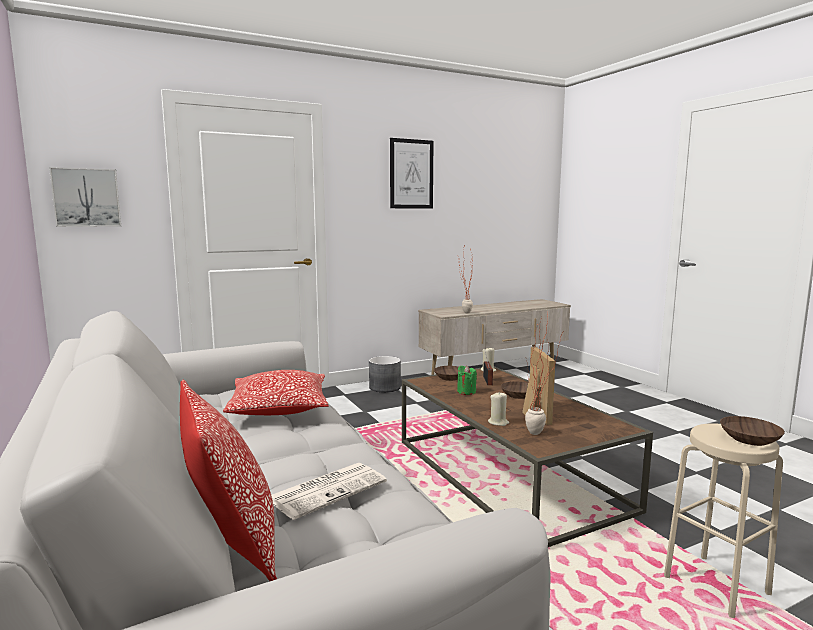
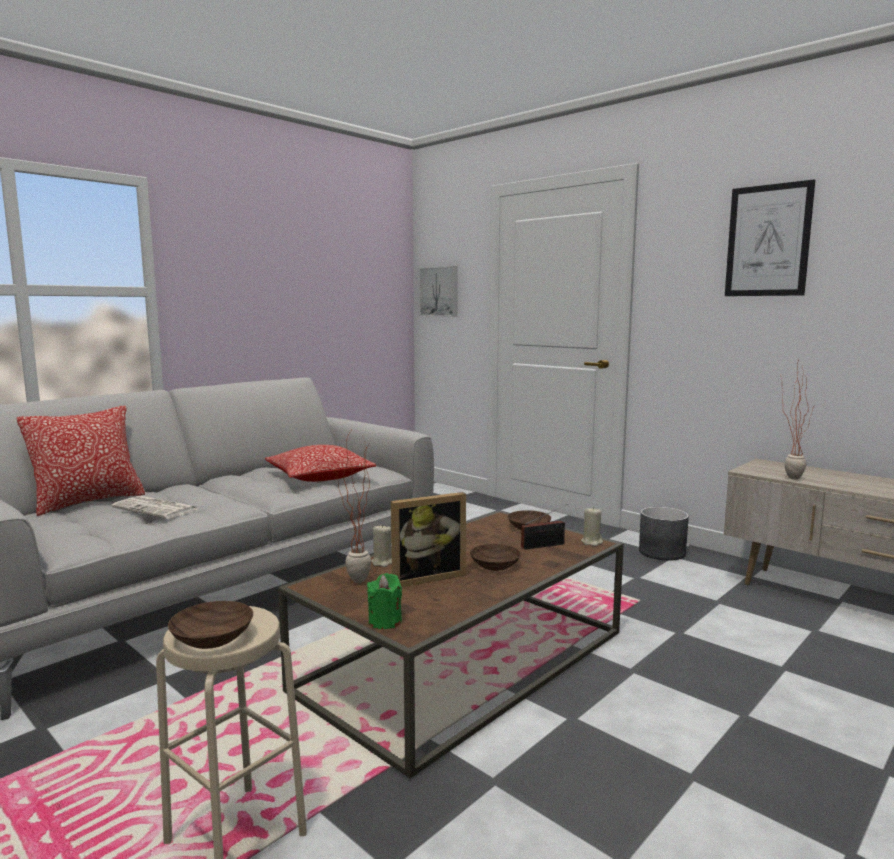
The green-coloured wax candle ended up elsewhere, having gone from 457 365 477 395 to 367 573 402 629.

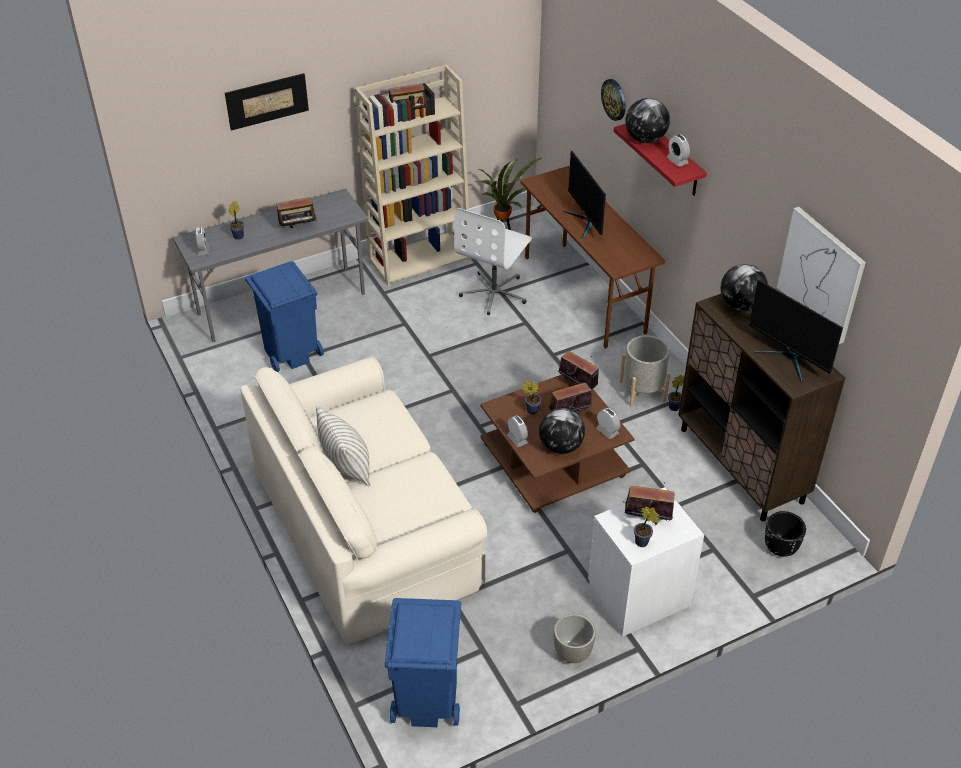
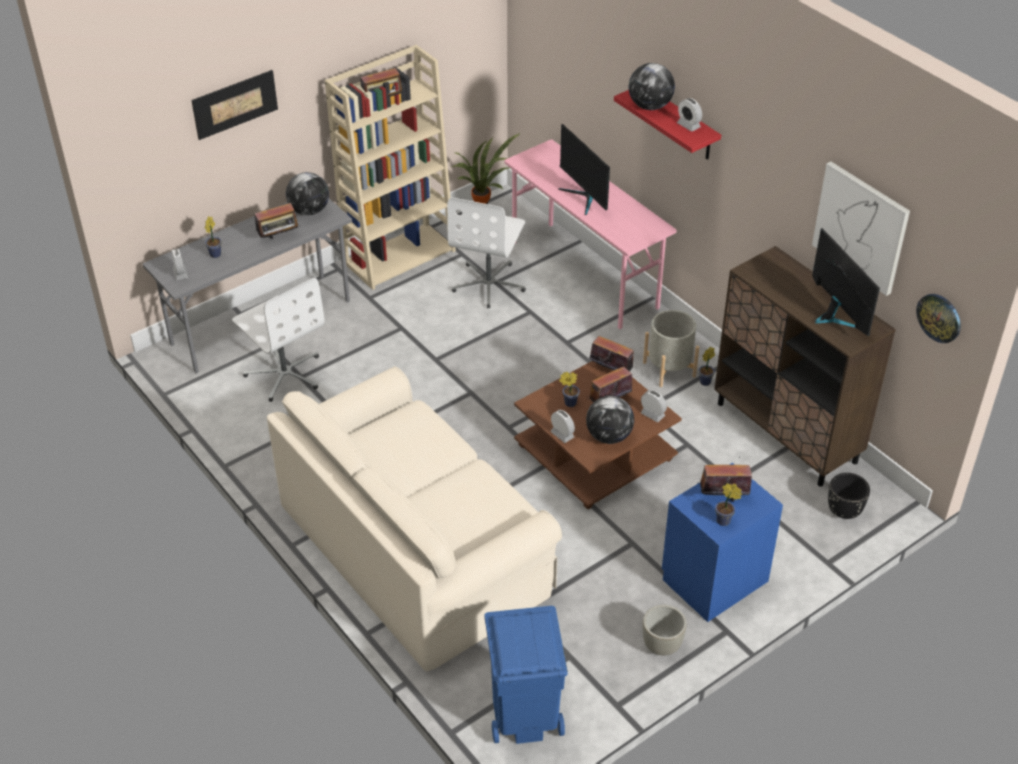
The second view lost the cushion at 316 406 371 487.
The clock on the wall ended up elsewhere, having gone from 601 79 626 121 to 916 294 961 343.
The world globe ended up elsewhere, having gone from 721 264 768 311 to 286 172 329 215.
Where the blue-coloured waste bin stood at 245 261 324 372, the whitish desk chair came to stand at 232 278 325 402.
What was the brownish desk unit at 521 166 665 349 turned into the pinkish desk unit at 504 139 677 329.
What was the whitish night table at 588 487 704 637 turned into the blue-coloured night table at 662 463 783 622.
The computer screen at 748 280 843 381 ended up facing another way, 150 degrees counterclockwise from before.

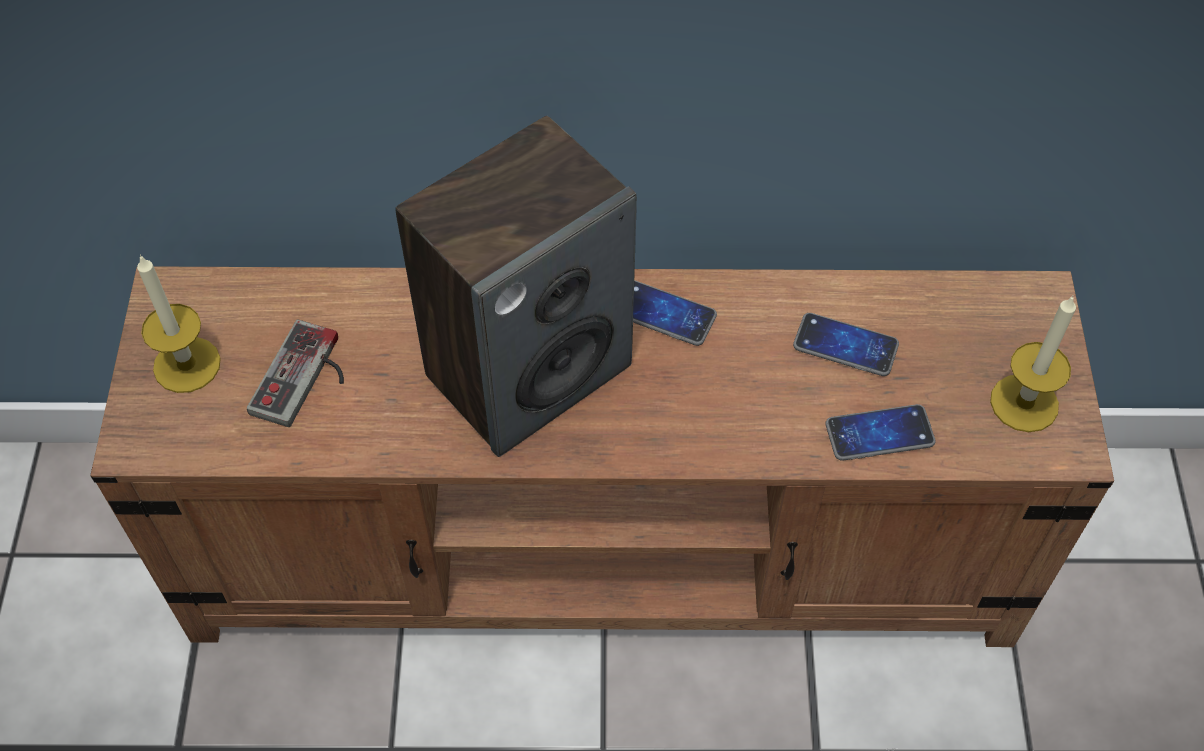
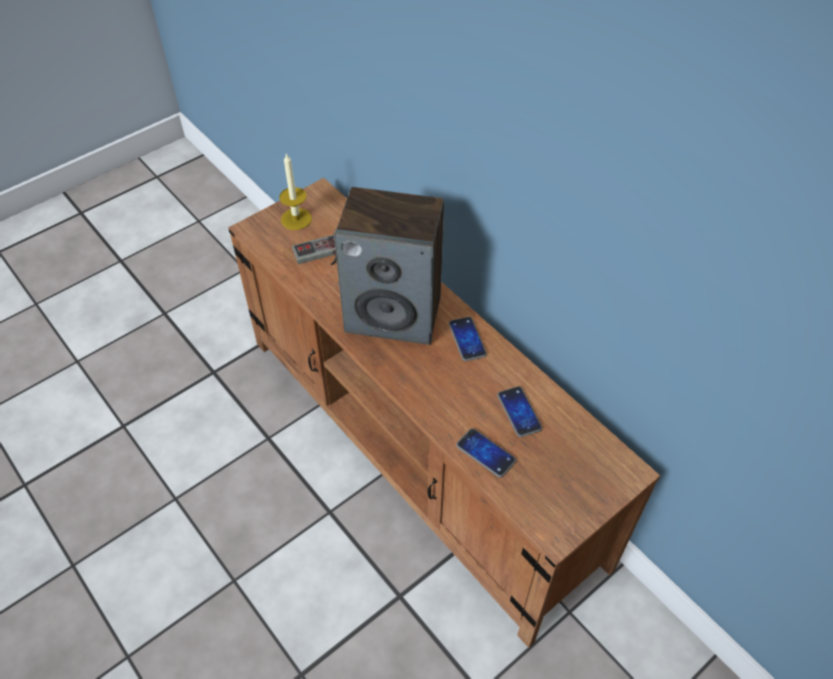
The second view lost the wax candle at 990 295 1076 432.

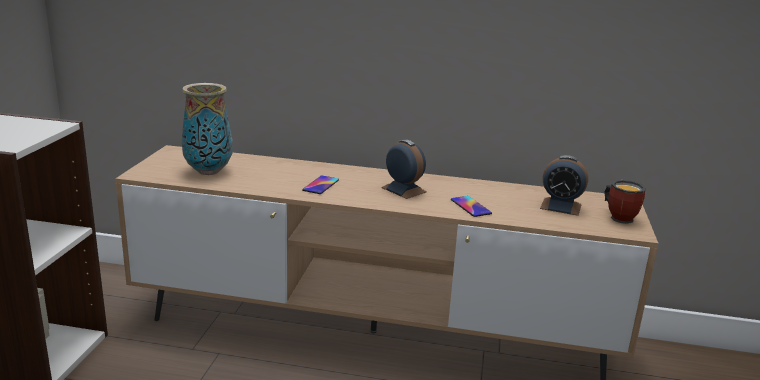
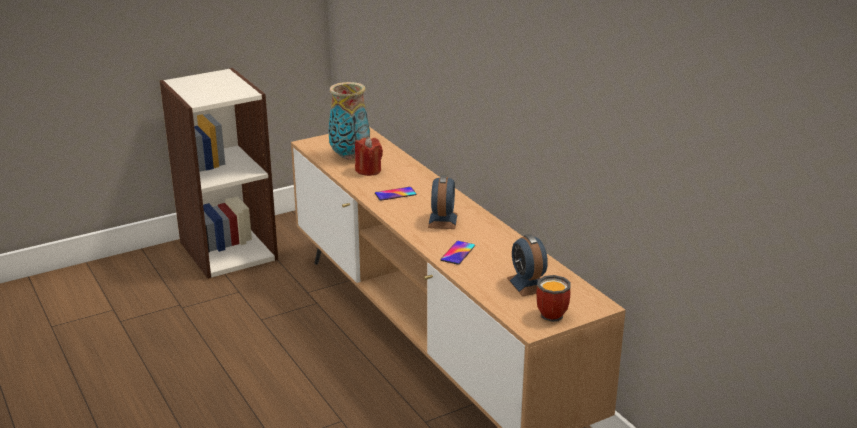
The second view gained the red wax candle at 355 137 383 176.

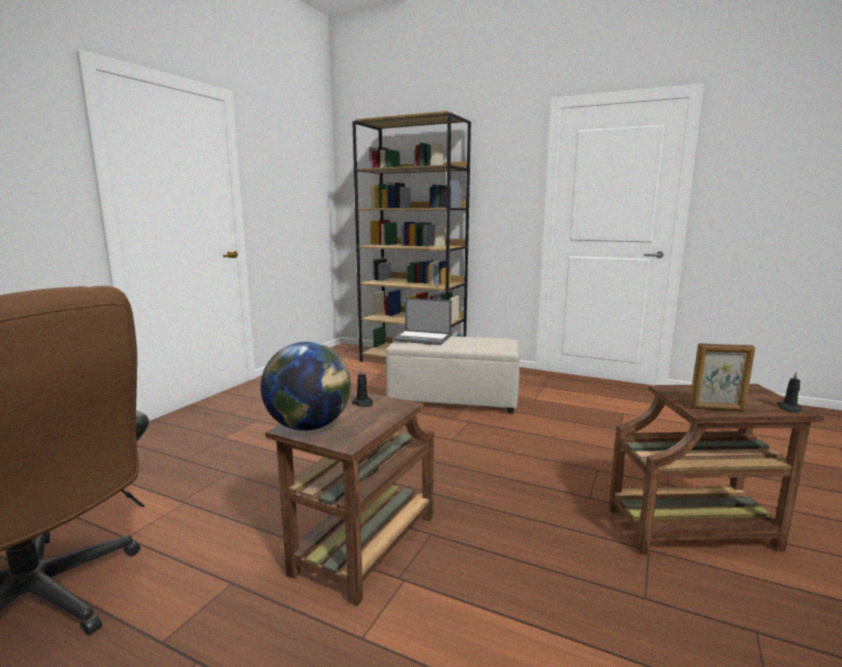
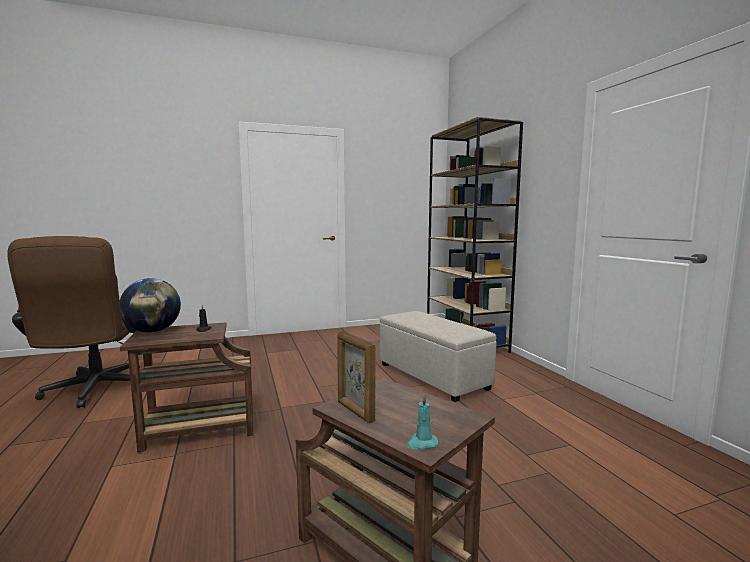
The second view lost the portable computer at 392 298 452 345.
What was the blackish wax candle at 777 371 802 413 turned into the turquoise-coloured wax candle at 406 394 439 450.

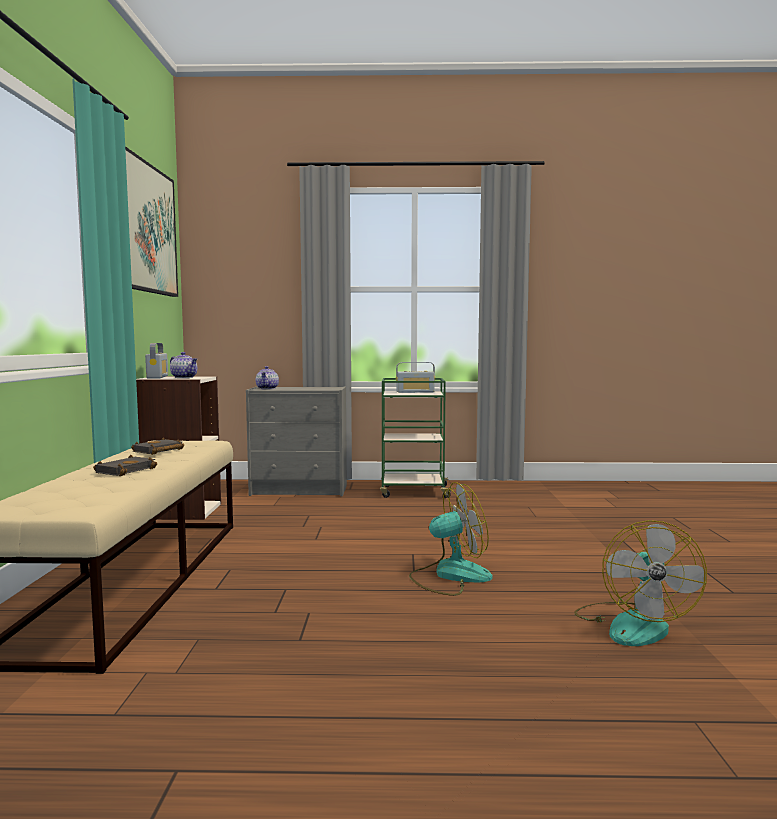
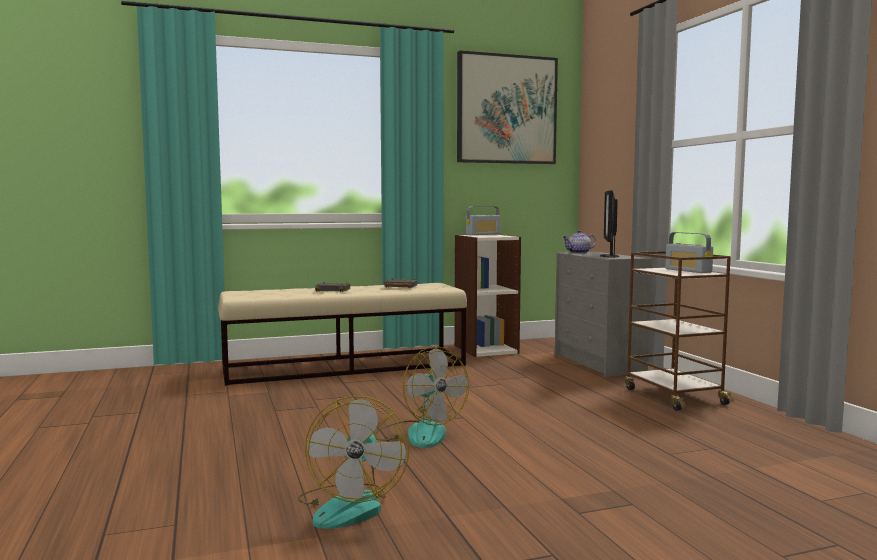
The second view lost the tea pot at 170 352 197 378.
The second view gained the computer screen at 600 190 619 258.
What was the green-coloured wheeled cart at 380 378 454 498 turned into the brownish wheeled cart at 625 251 734 411.
The fan at 574 520 707 646 ended up facing another way, 75 degrees counterclockwise from before.

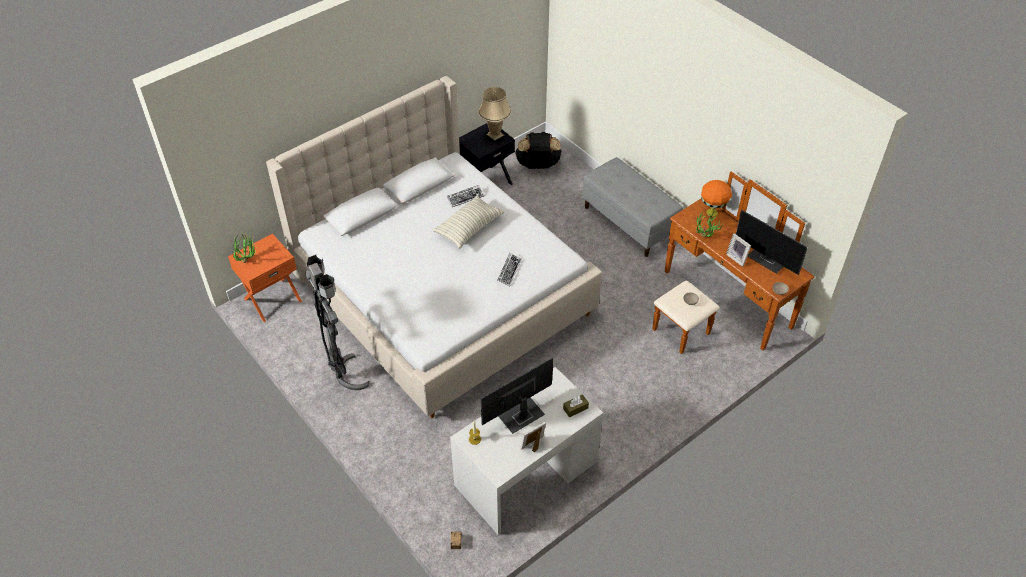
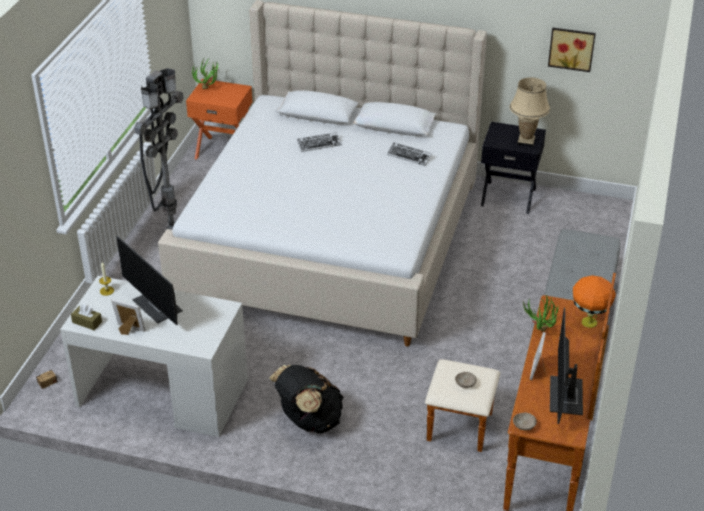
The second view lost the cushion at 433 195 504 249.
The second view gained the picture at 548 28 596 72.
The computer keyboard ended up elsewhere, having gone from 498 253 521 286 to 297 132 342 152.
The blackish knapsack ended up elsewhere, having gone from 515 132 562 169 to 269 365 344 433.
The brownish tissue holder ended up elsewhere, having gone from 563 394 589 417 to 71 304 102 330.
The computer screen at 481 358 553 434 ended up facing another way, 150 degrees counterclockwise from before.

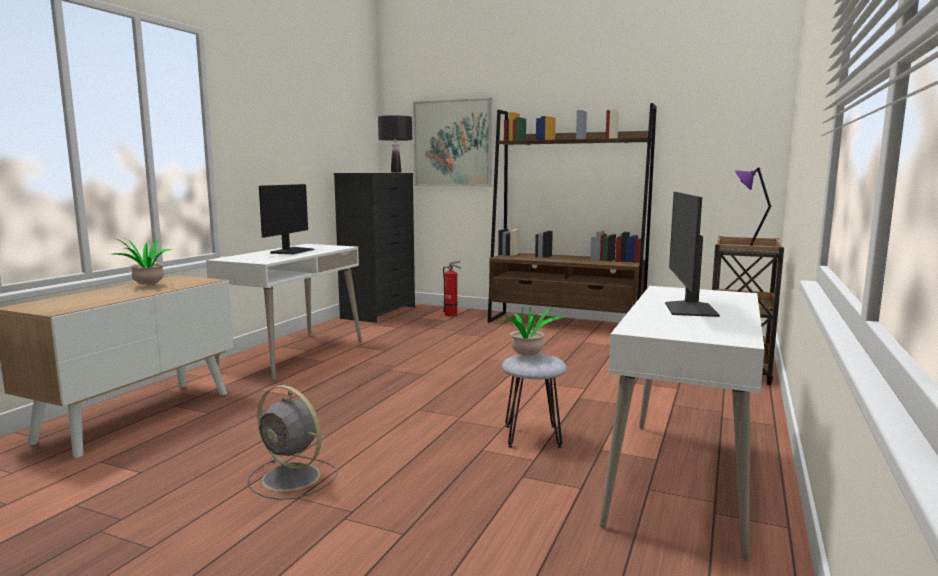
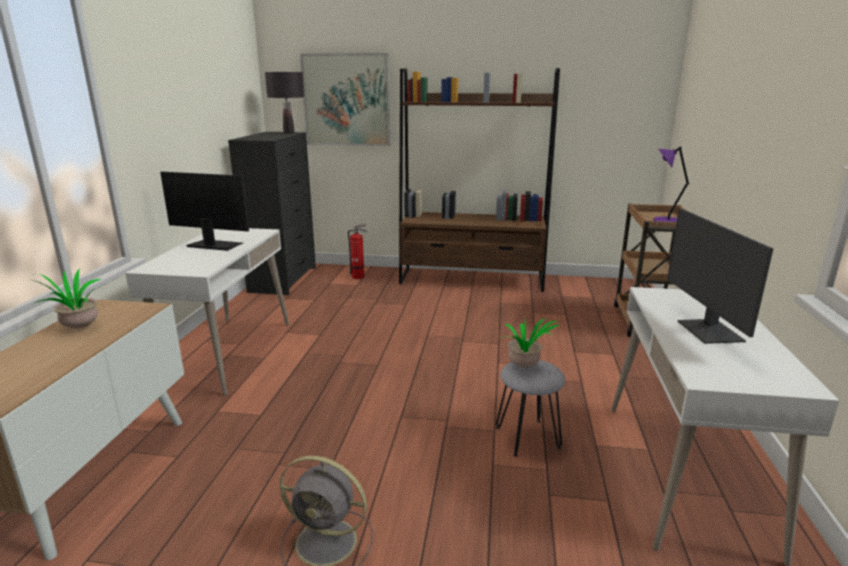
The computer screen at 259 184 315 255 ended up facing another way, 75 degrees counterclockwise from before.

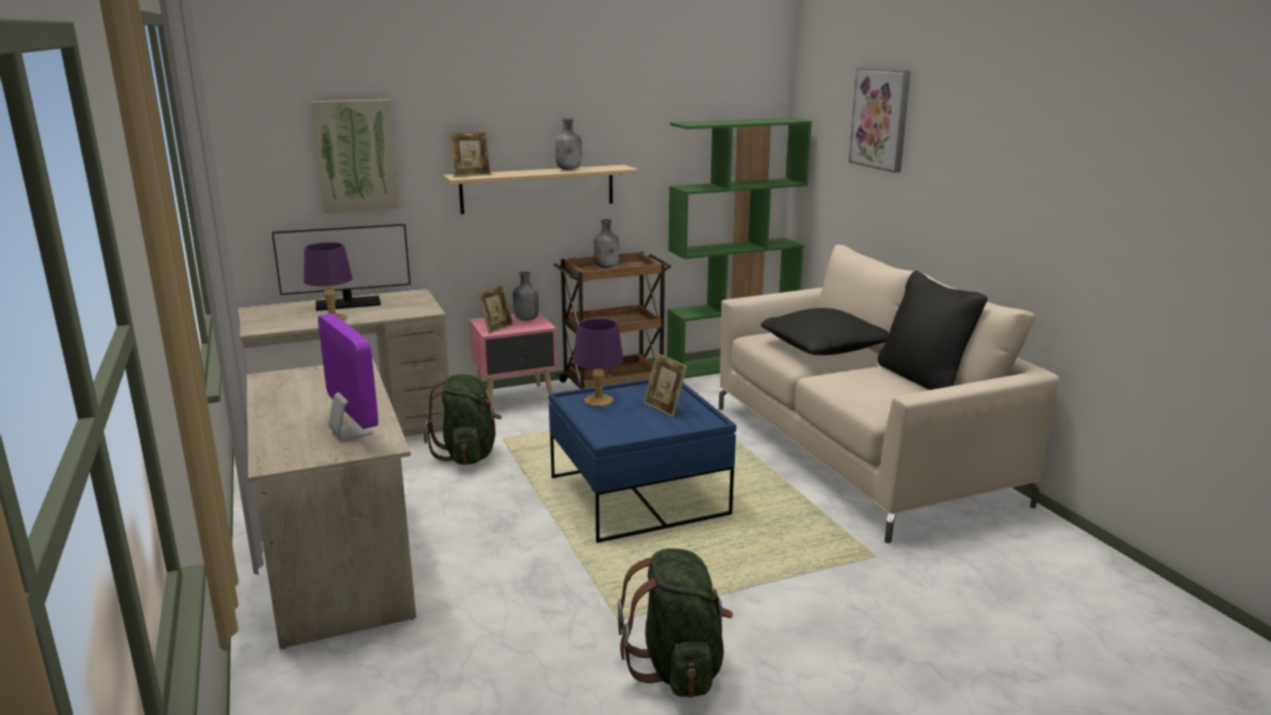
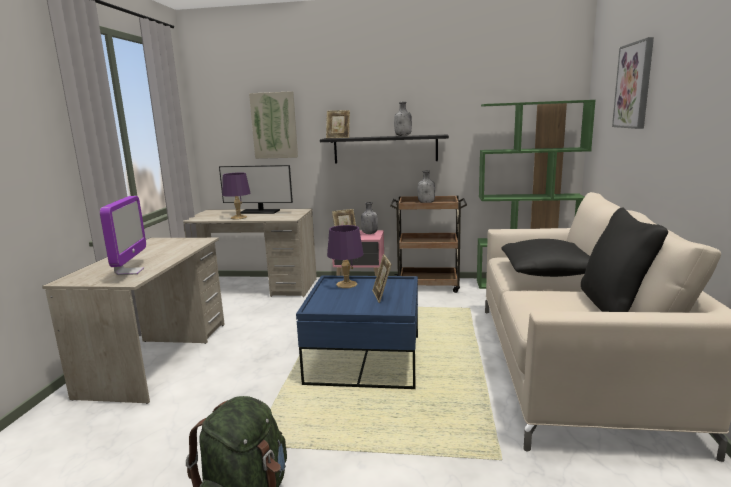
The second view lost the green-coloured knapsack at 424 374 502 465.
What was the beige-coloured wall shelf at 443 165 638 214 turned into the blackish wall shelf at 320 135 449 164.

